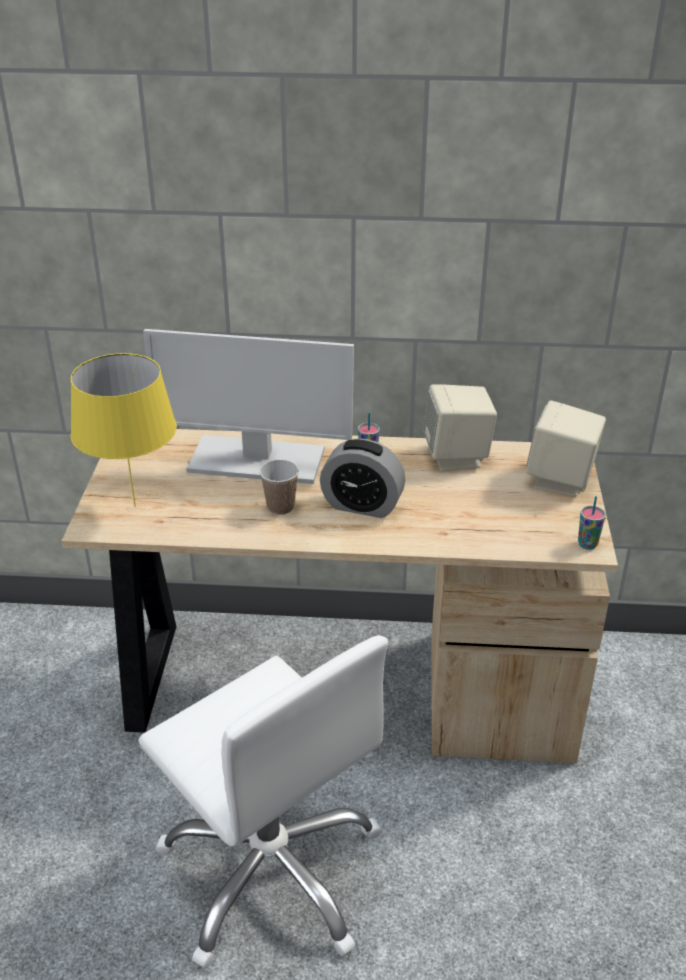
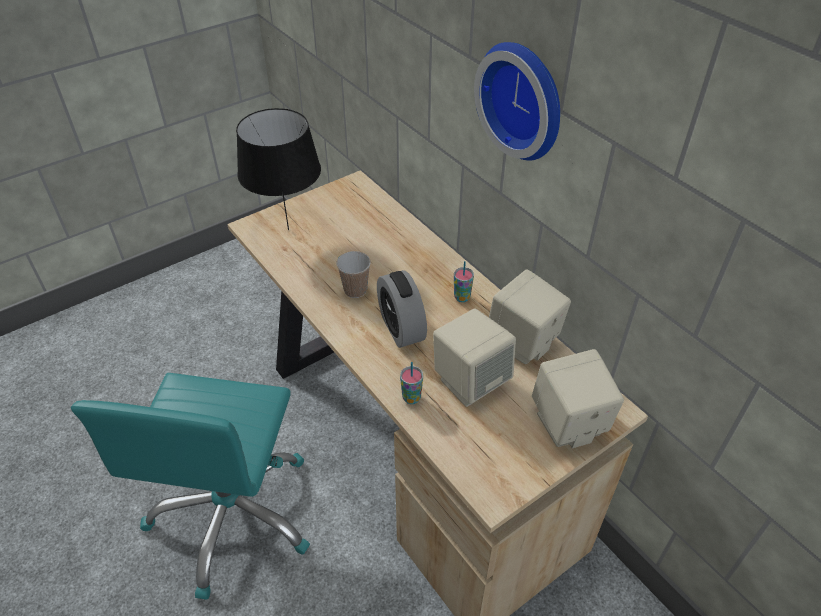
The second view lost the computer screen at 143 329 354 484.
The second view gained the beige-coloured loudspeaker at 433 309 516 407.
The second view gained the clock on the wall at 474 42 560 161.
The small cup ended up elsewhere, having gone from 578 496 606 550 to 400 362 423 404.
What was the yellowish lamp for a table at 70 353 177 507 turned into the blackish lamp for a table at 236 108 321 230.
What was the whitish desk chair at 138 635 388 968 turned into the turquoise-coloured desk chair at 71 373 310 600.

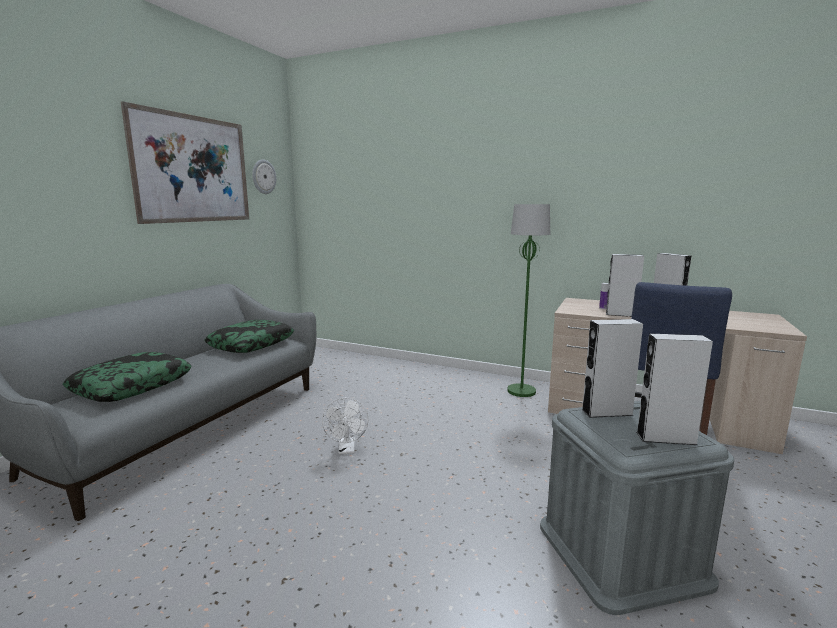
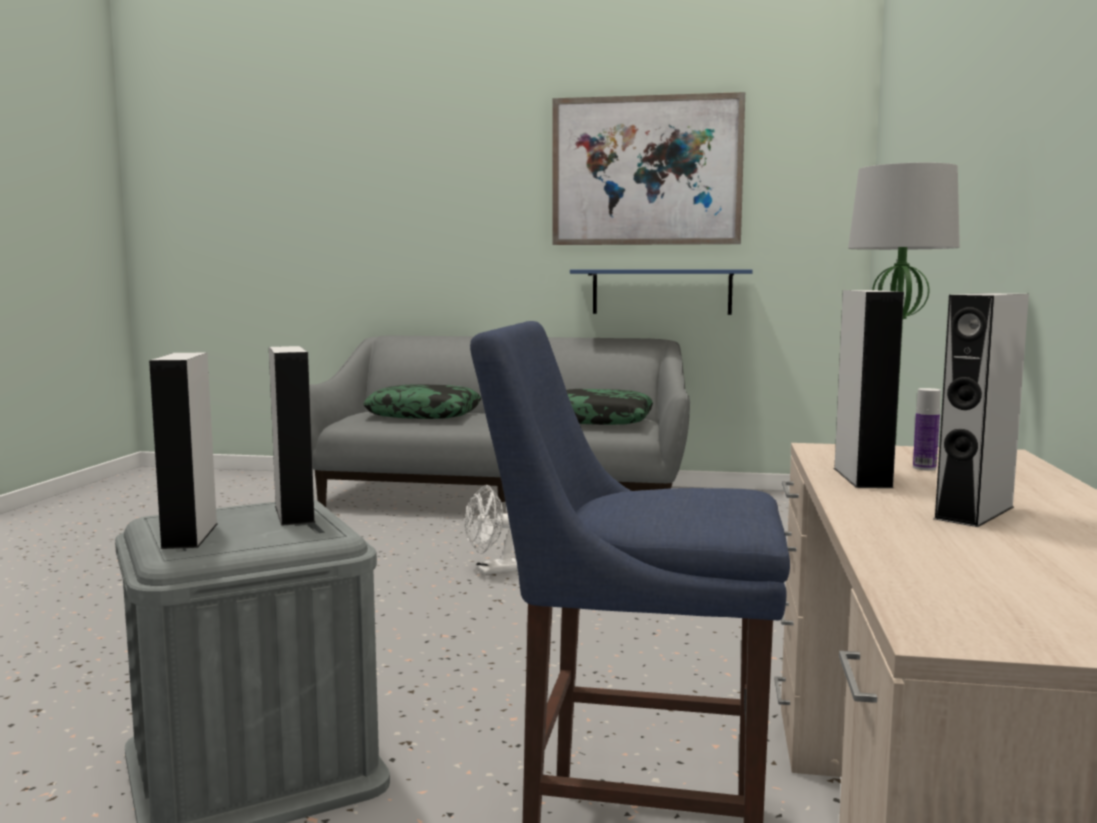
The second view lost the clock on the wall at 252 159 276 194.
The second view gained the blue-coloured wall shelf at 570 269 752 315.

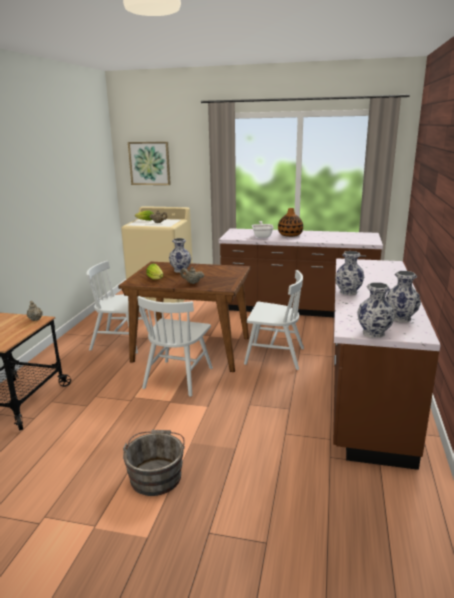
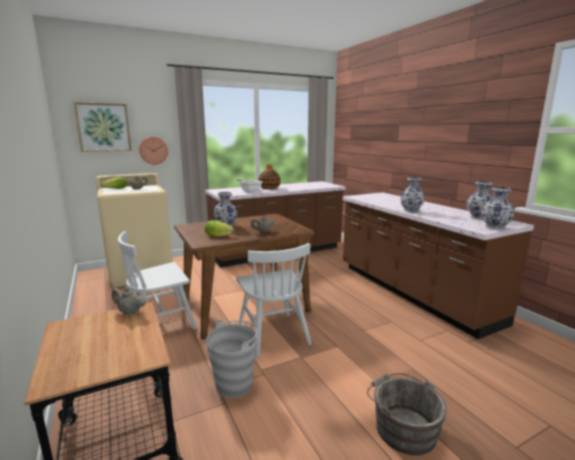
The second view lost the whitish plain chair at 244 270 304 370.
The second view gained the clock on the wall at 139 137 168 164.
The second view gained the greyish water bucket at 206 320 257 398.

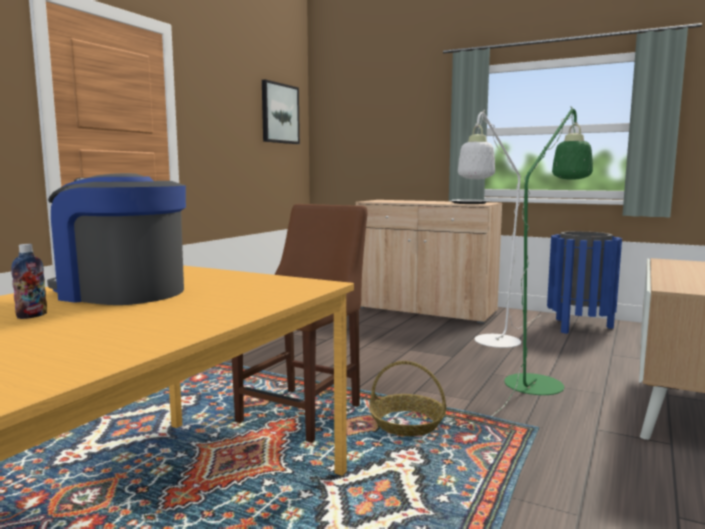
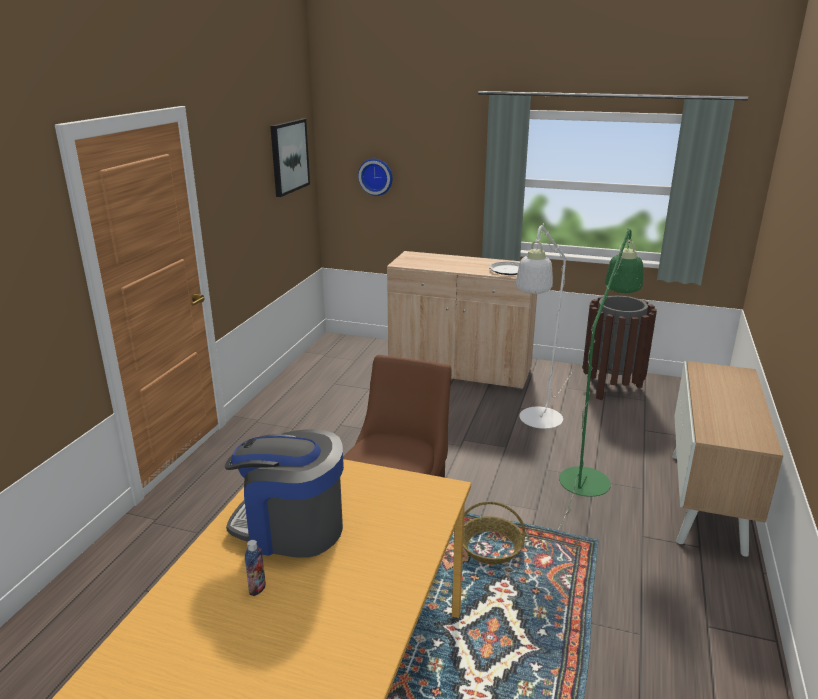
The second view gained the clock on the wall at 358 158 393 196.
What was the blue-coloured waste bin at 547 231 622 334 turned into the brownish waste bin at 582 296 657 400.

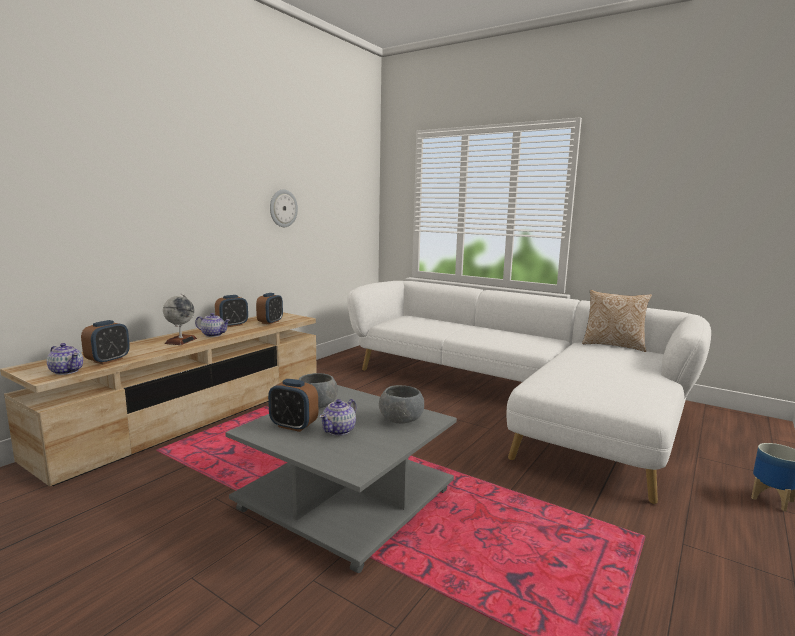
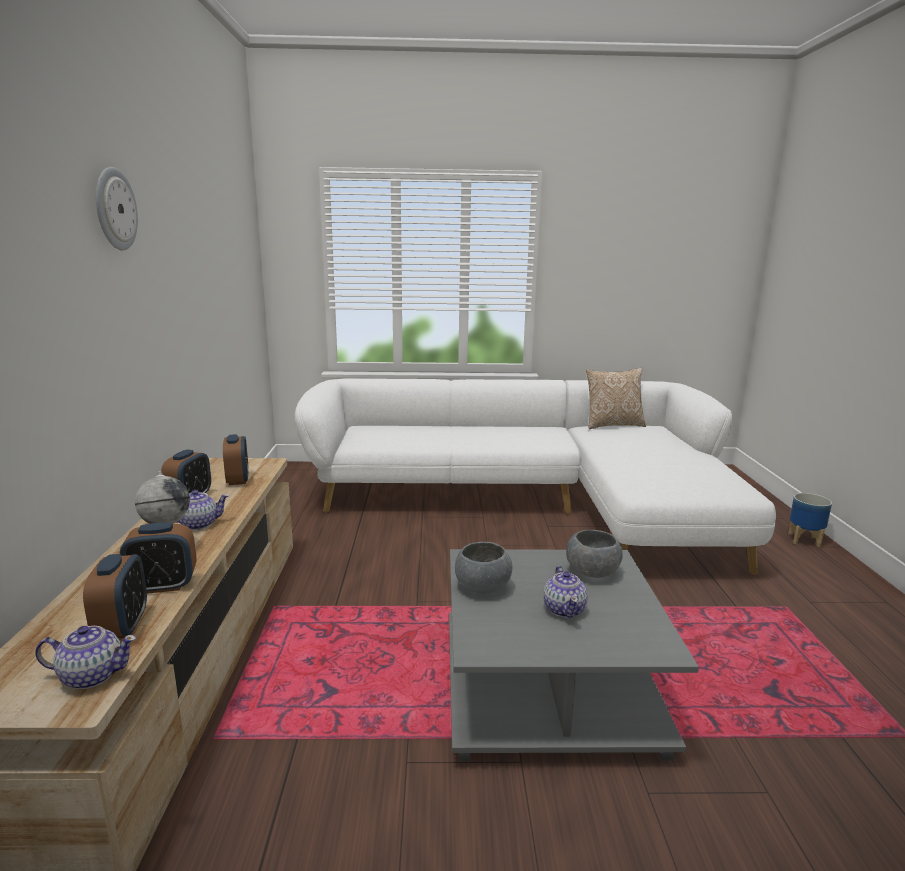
The alarm clock ended up elsewhere, having gone from 268 379 318 432 to 120 523 196 594.
The clock on the wall ended up elsewhere, having gone from 270 189 298 227 to 96 167 138 250.

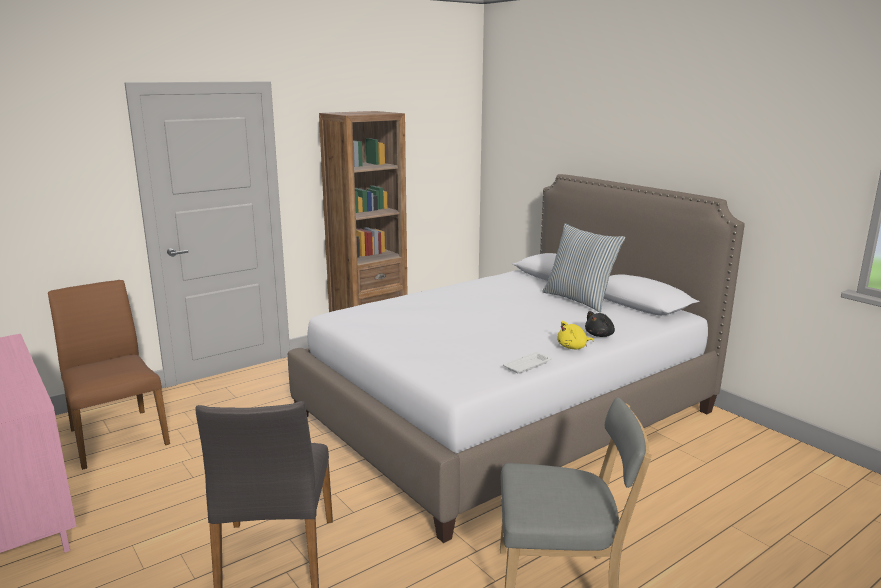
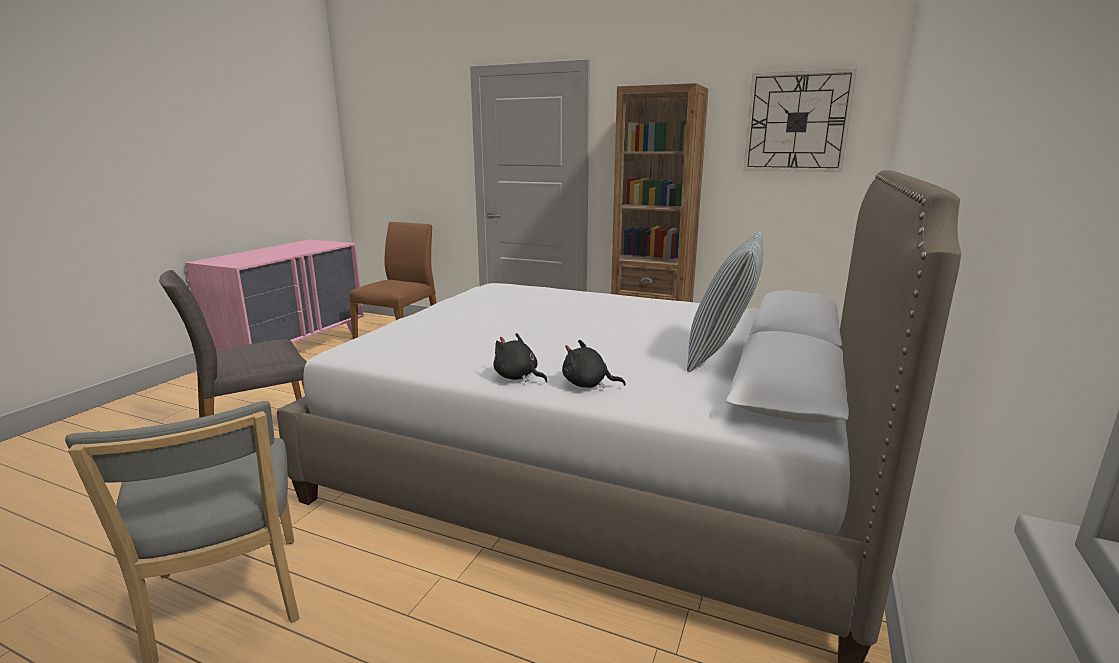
The second view lost the whitish carrying tray at 503 352 552 374.
The second view gained the clock on the wall at 743 69 857 172.
What was the yellowish plush toy at 557 321 594 349 turned into the blackish plush toy at 494 333 547 382.

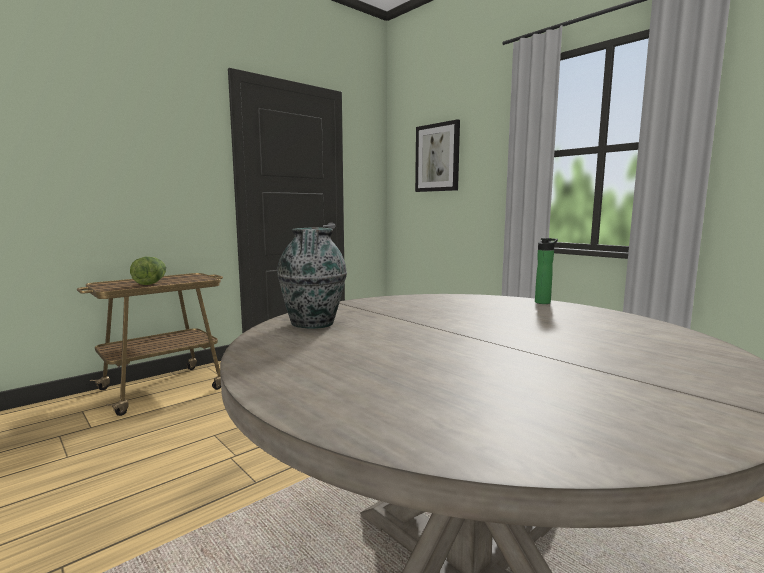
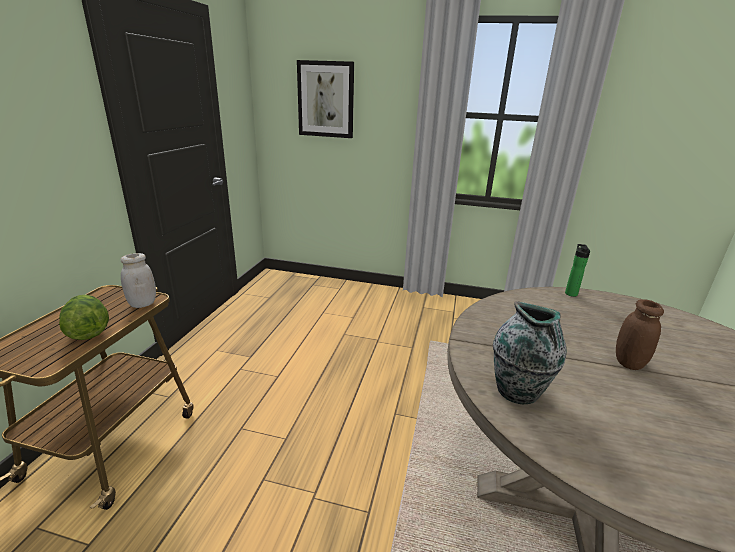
The second view gained the whitish jar at 120 253 156 308.
The second view gained the brownish jar at 616 299 664 370.

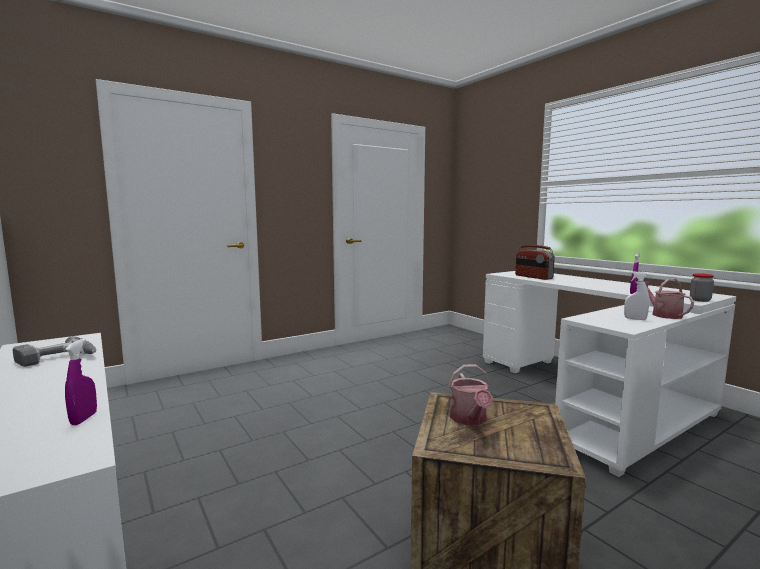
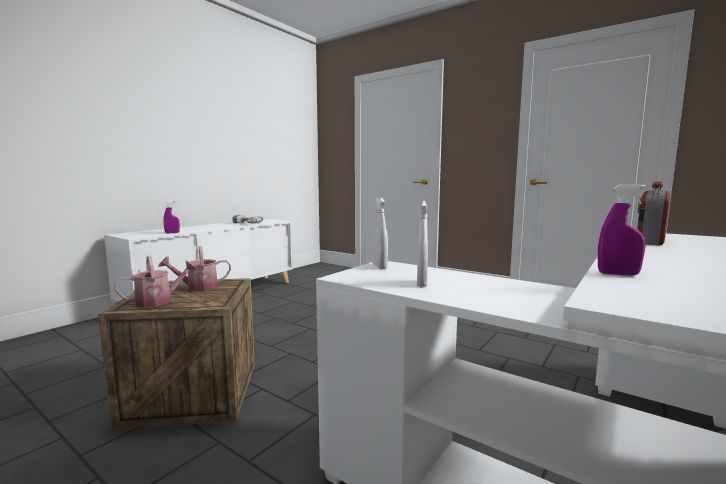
The second view lost the jar at 690 273 714 302.
The second view gained the whitish spray bottle at 372 197 388 270.
The watering can ended up elsewhere, having gone from 645 278 694 319 to 114 256 197 308.

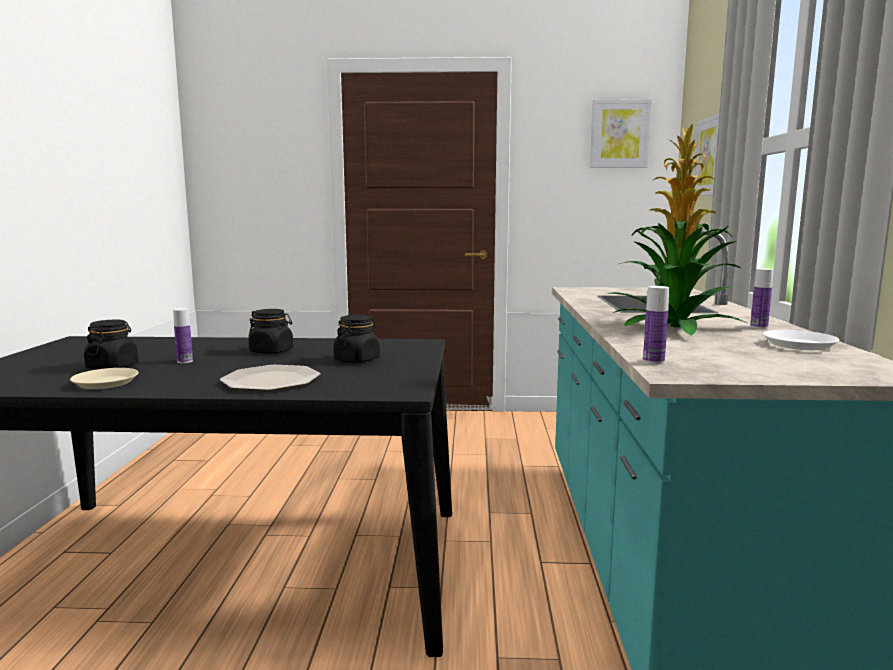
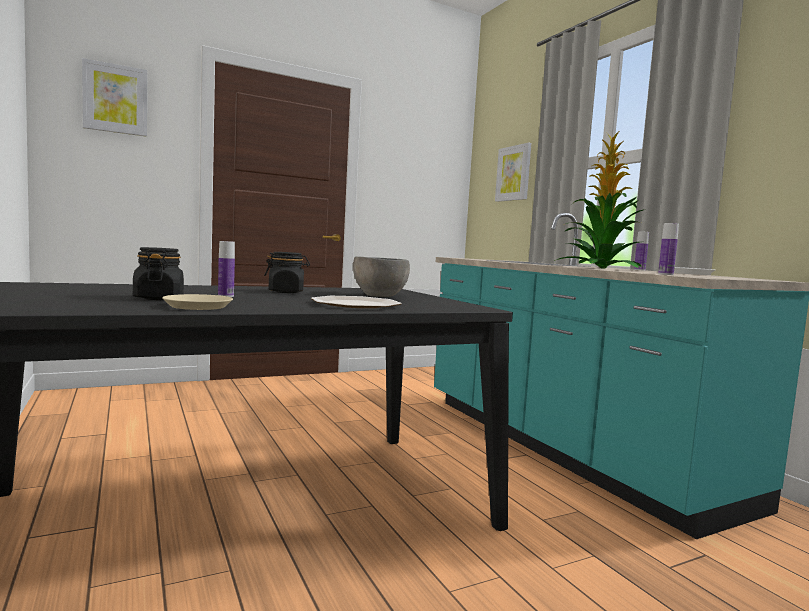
The picture ended up elsewhere, having gone from 590 99 652 168 to 82 58 147 137.
Where the blackish jar stood at 333 315 380 363, the greyish serving bowl came to stand at 353 256 410 297.

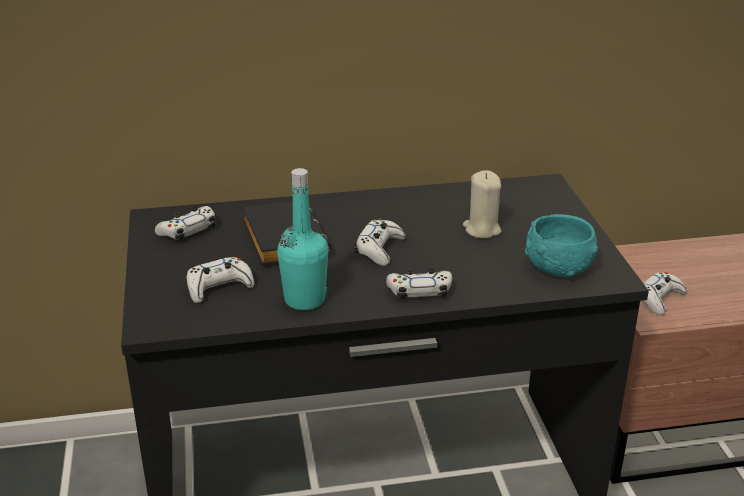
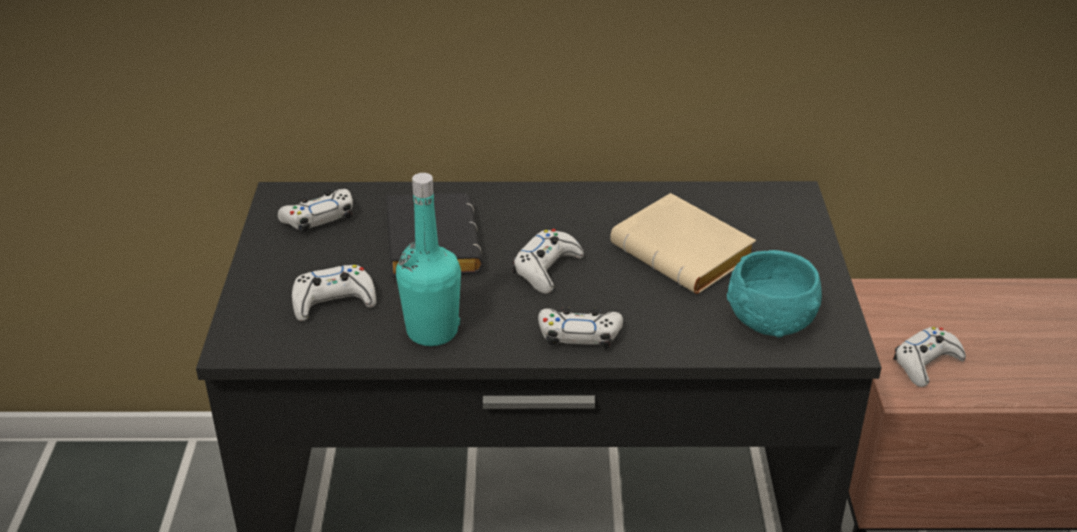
Where the beige-coloured wax candle stood at 463 170 501 238, the beige-coloured bound book came to stand at 610 193 756 294.

